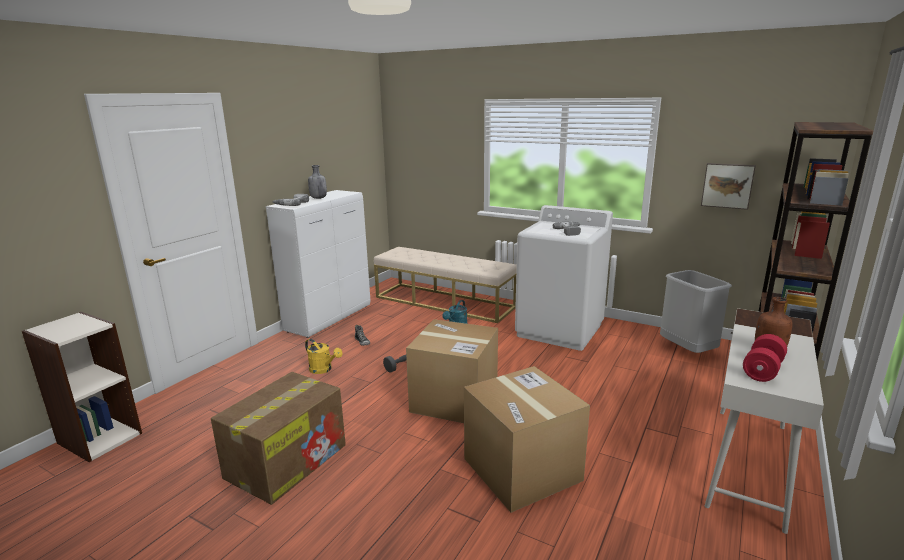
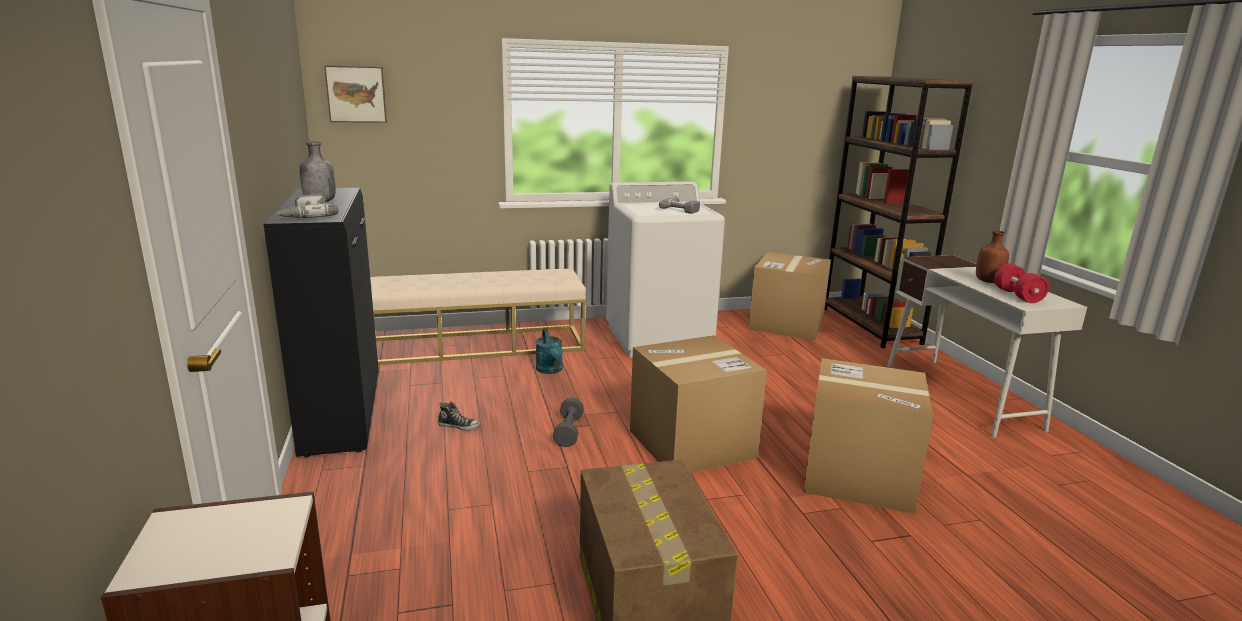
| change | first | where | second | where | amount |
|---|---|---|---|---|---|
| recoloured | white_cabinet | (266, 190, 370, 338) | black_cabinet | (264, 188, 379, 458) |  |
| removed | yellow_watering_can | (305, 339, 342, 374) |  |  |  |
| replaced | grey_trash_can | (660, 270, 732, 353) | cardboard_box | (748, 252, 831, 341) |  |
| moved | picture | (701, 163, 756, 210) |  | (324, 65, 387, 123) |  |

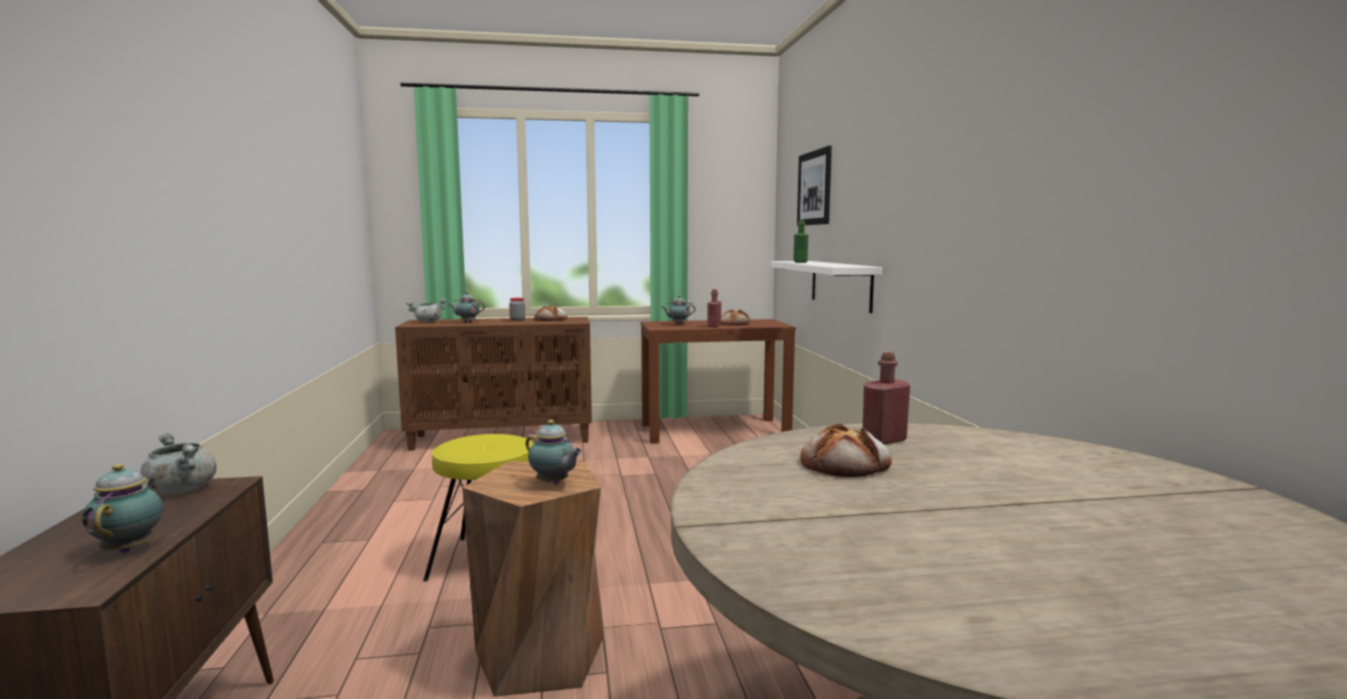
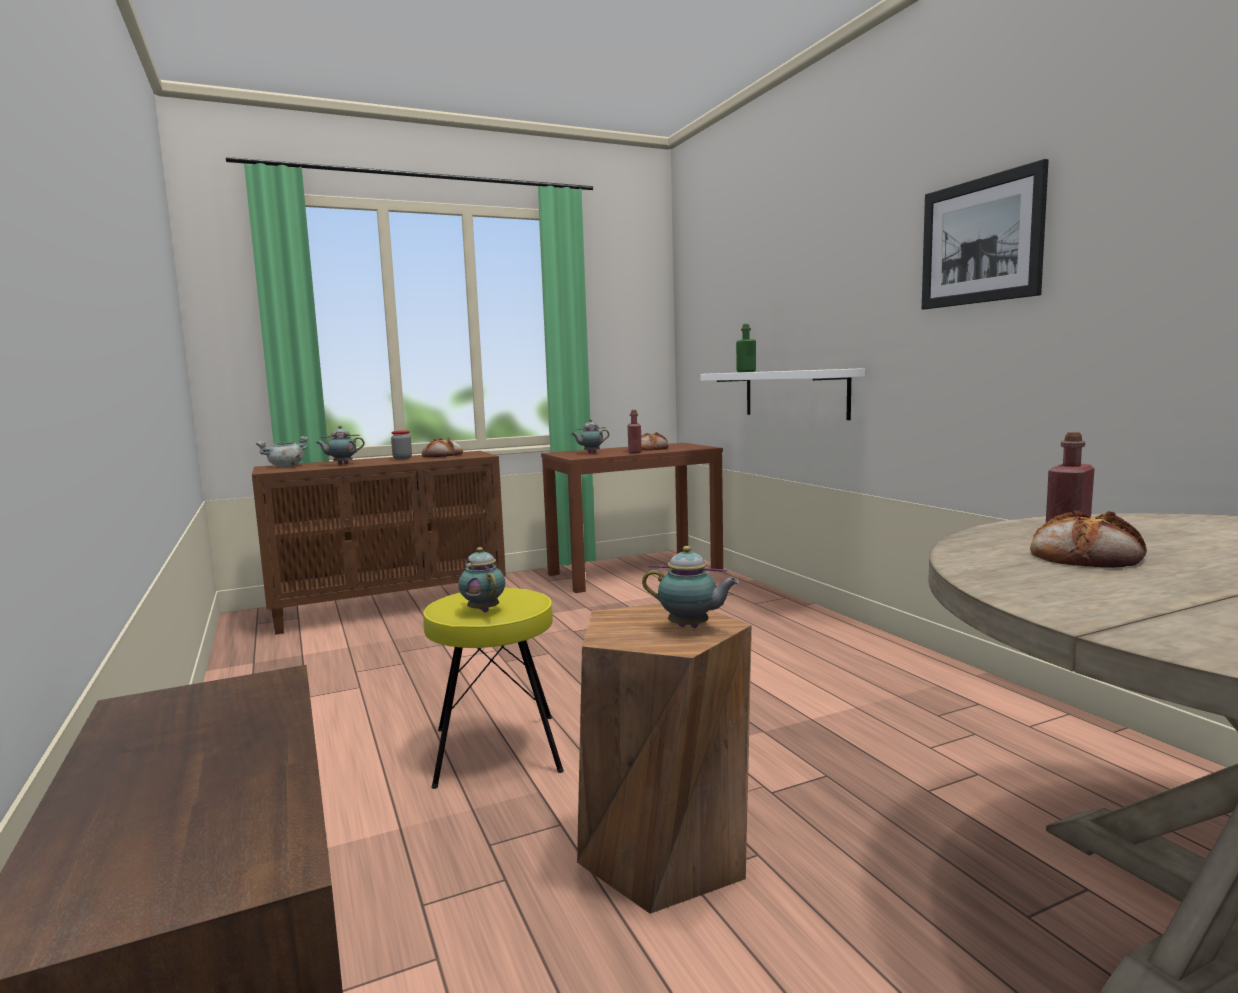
| change | first | where | second | where | amount |
|---|---|---|---|---|---|
| moved | teapot | (82, 464, 163, 553) |  | (458, 547, 505, 612) |  |
| removed | grey_cooking_pot | (140, 433, 217, 494) |  |  |  |
| moved | picture | (797, 146, 832, 226) |  | (922, 159, 1049, 309) |  |

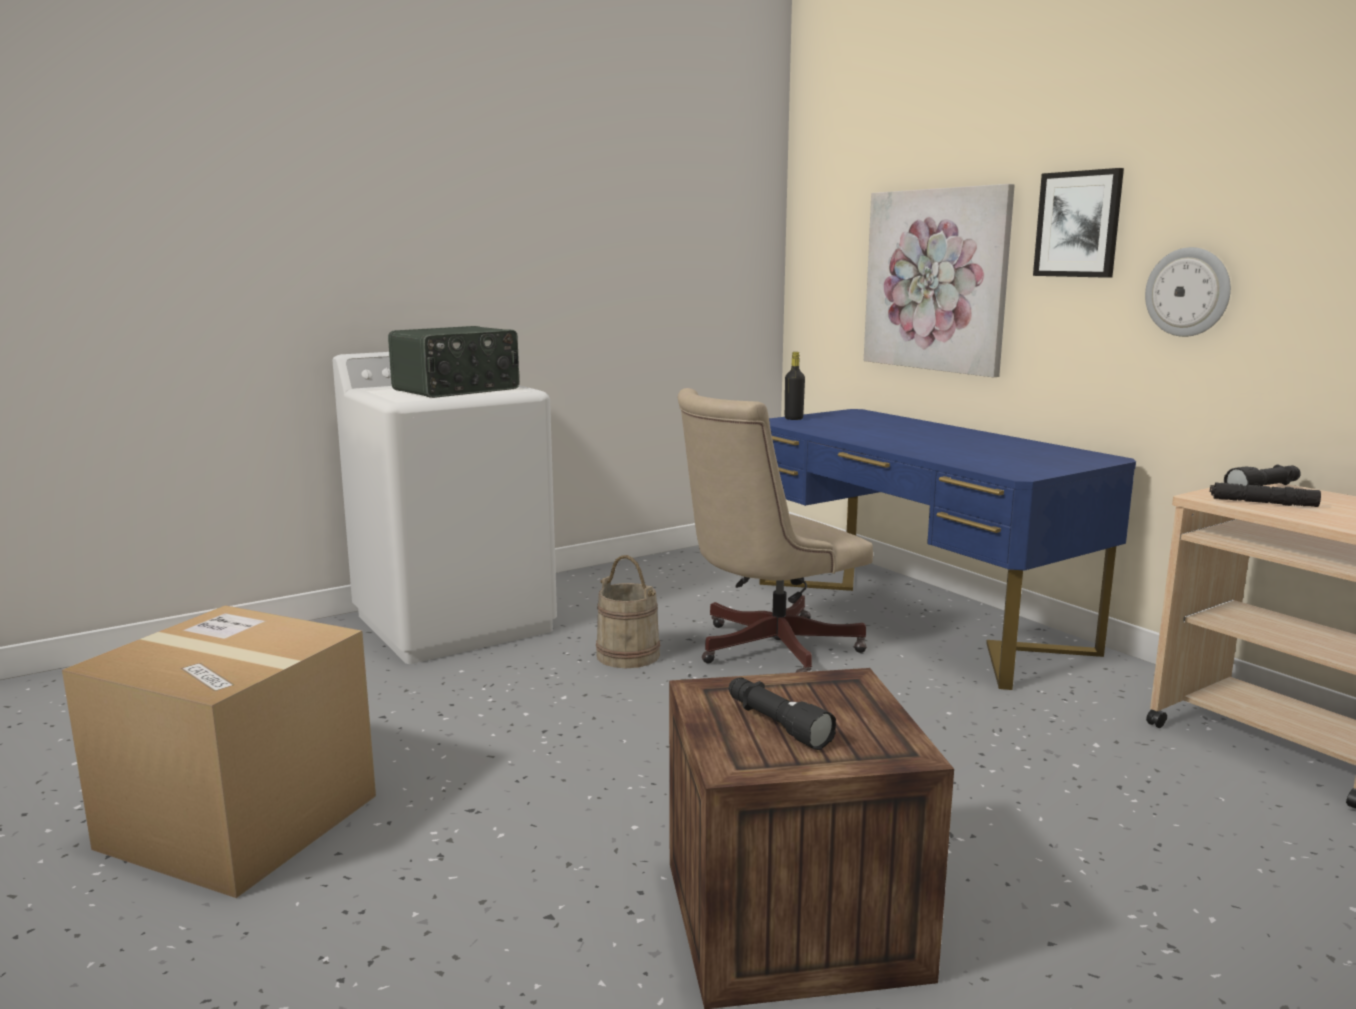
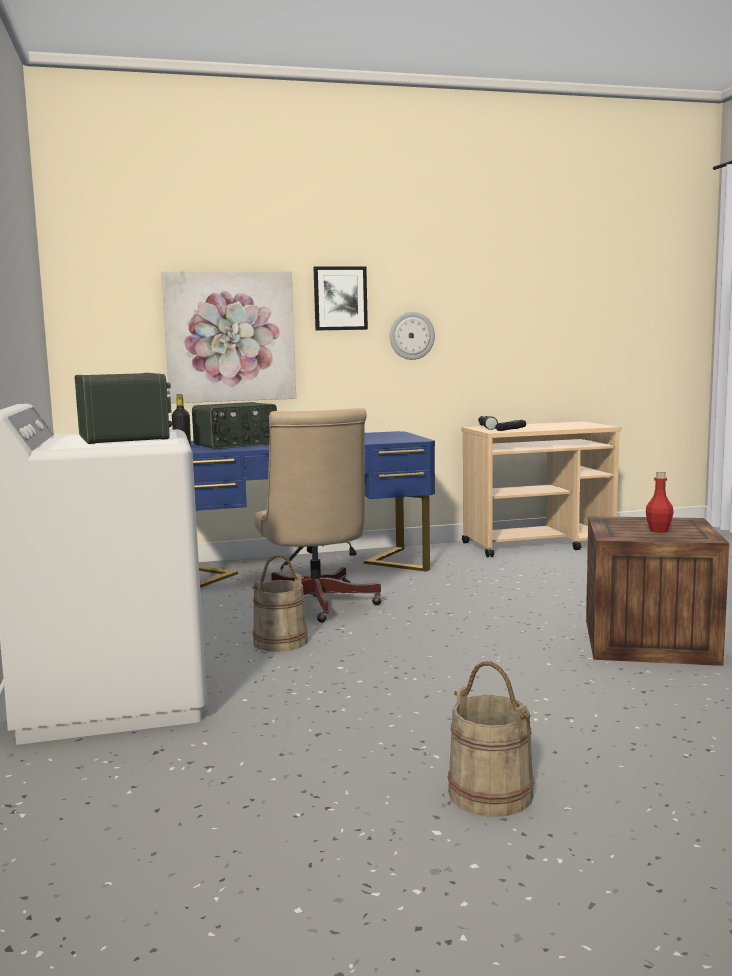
| change | first | where | second | where | amount |
|---|---|---|---|---|---|
| replaced | cardboard_box | (62, 605, 376, 898) | beige_bucket | (448, 661, 534, 817) |  |
| replaced | black_flashlight | (729, 677, 836, 750) | red_bottle | (646, 471, 674, 533) |  |
| added |  |  | radio | (192, 402, 277, 449) |  |

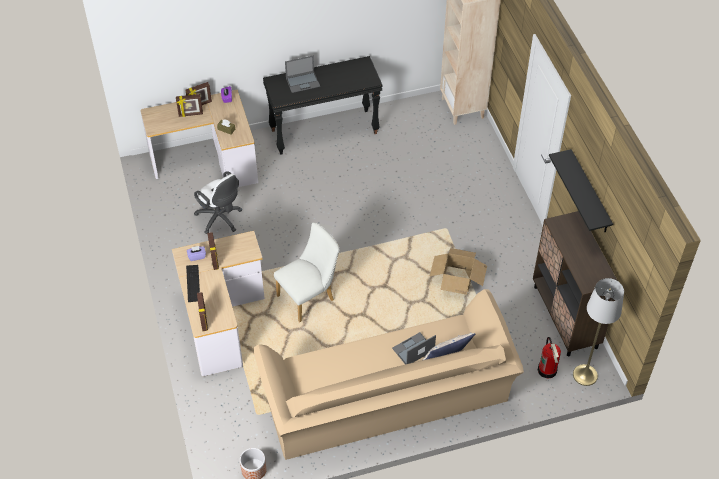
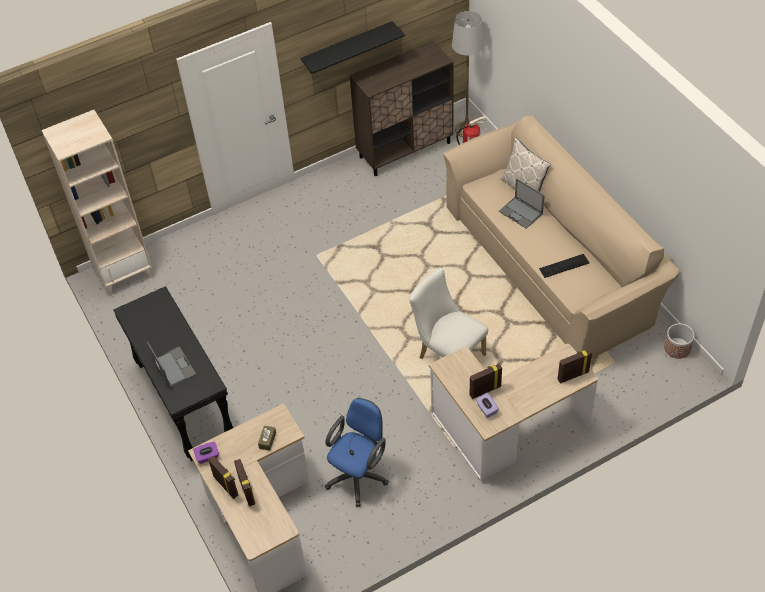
| change | first | where | second | where | amount |
|---|---|---|---|---|---|
| moved | keyboard | (186, 265, 200, 302) |  | (539, 254, 590, 278) |  |
| recoloured | white_office_chair | (194, 171, 242, 235) | blue_office_chair | (325, 398, 389, 507) |  |
| removed | cardboard_box | (430, 248, 487, 295) |  |  |  |

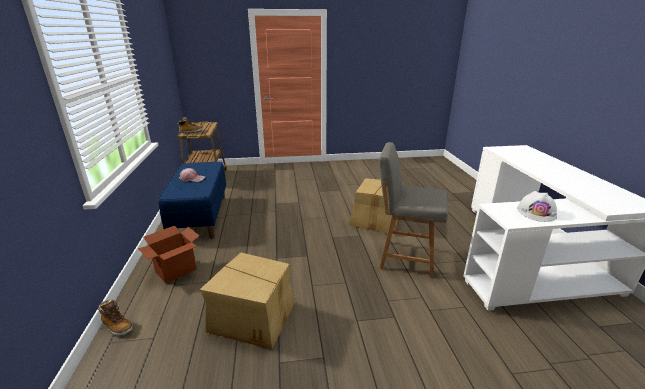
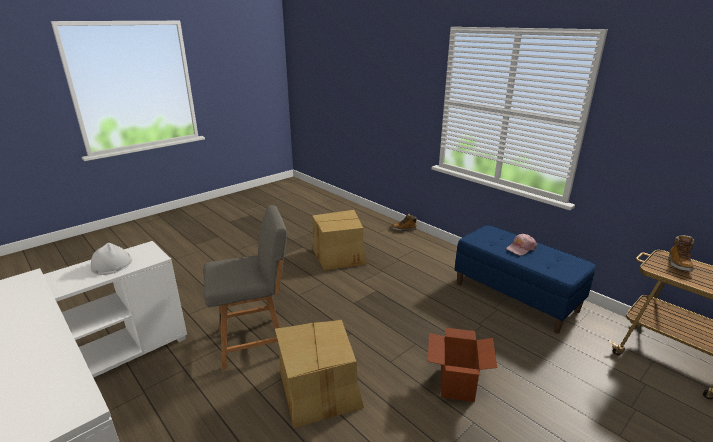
| change | first | where | second | where | amount |
|---|---|---|---|---|---|
| moved | cardboard_box | (138, 226, 199, 283) |  | (428, 328, 497, 402) |  |

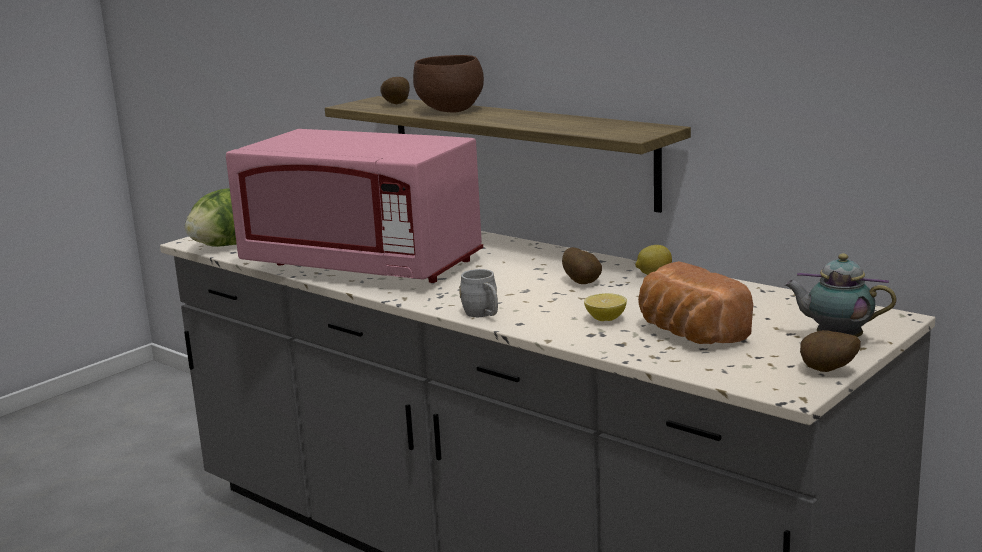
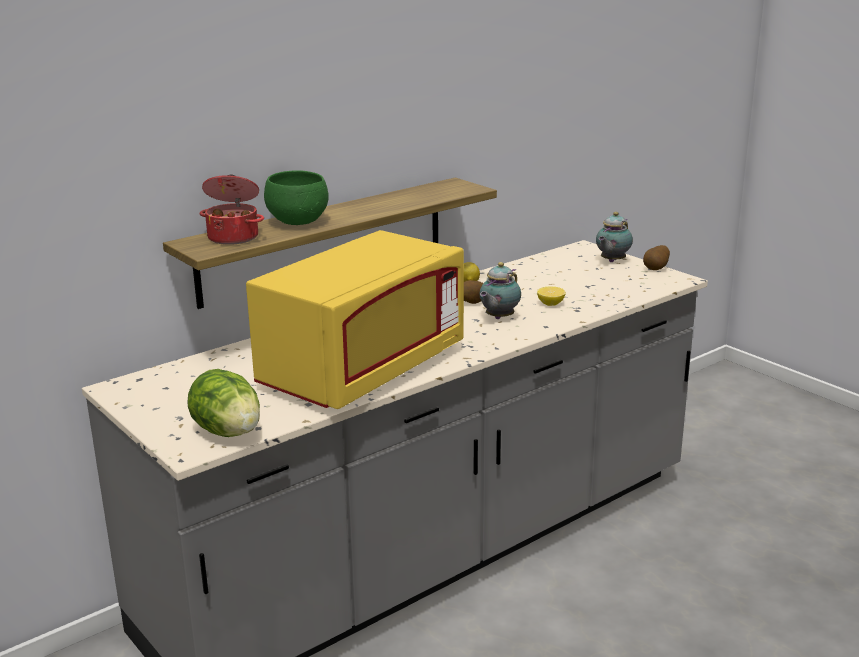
| change | first | where | second | where | amount |
|---|---|---|---|---|---|
| recoloured | pink_microwave | (226, 129, 483, 283) | yellow_microwave | (246, 230, 464, 409) |  |
| replaced | potato | (380, 77, 410, 104) | cooking_pot | (200, 175, 264, 245) |  |
| recoloured | brown_bowl | (413, 55, 484, 112) | green_bowl | (264, 170, 329, 225) |  |
| removed | grey_mug | (459, 269, 498, 317) |  |  |  |
| removed | bread | (638, 261, 753, 344) |  |  |  |
| added |  |  | teapot | (479, 262, 521, 319) |  |

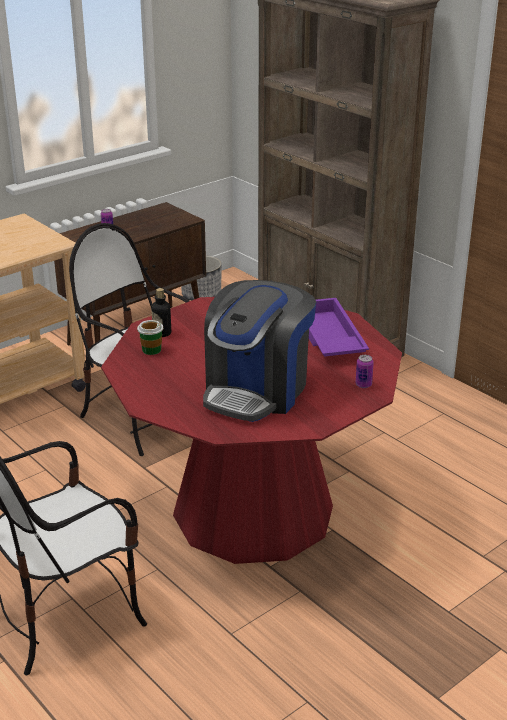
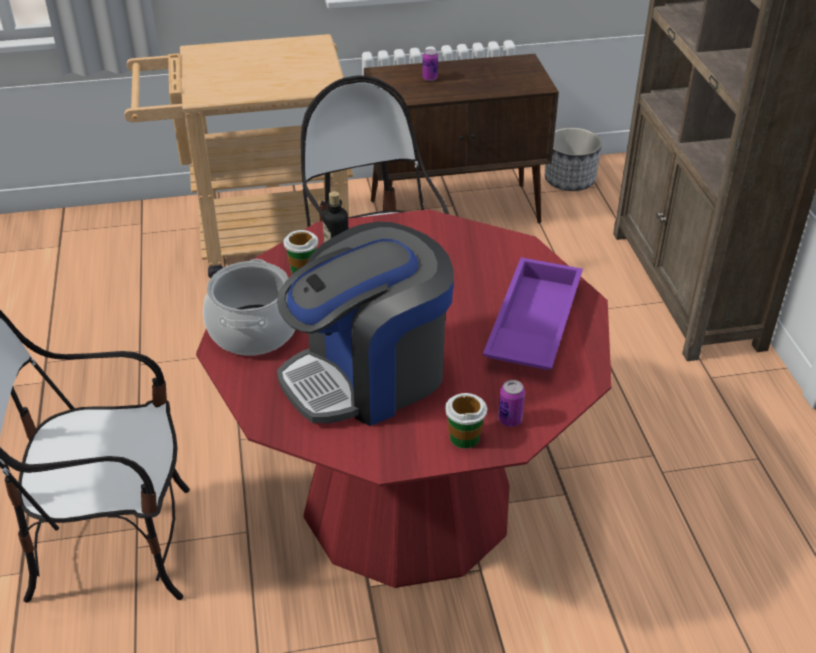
| change | first | where | second | where | amount |
|---|---|---|---|---|---|
| added |  |  | cooking_pot | (203, 259, 296, 356) |  |
| added |  |  | cup | (445, 393, 487, 449) |  |

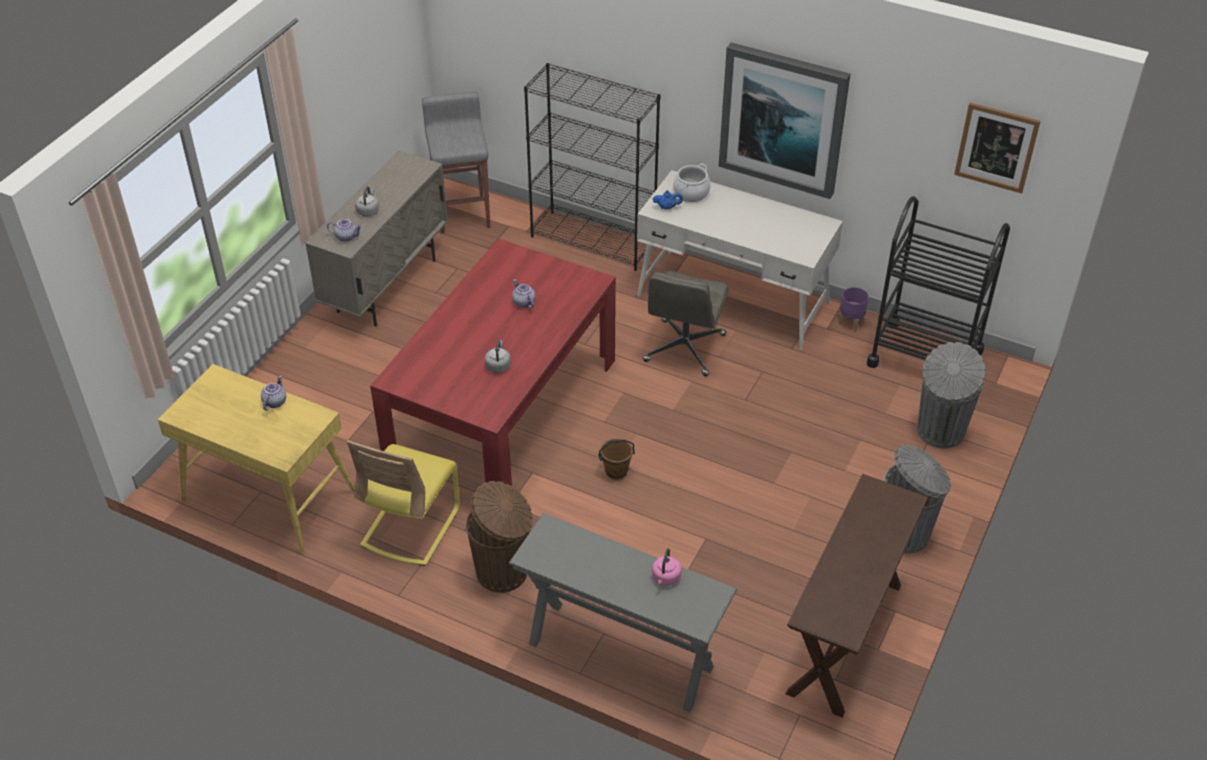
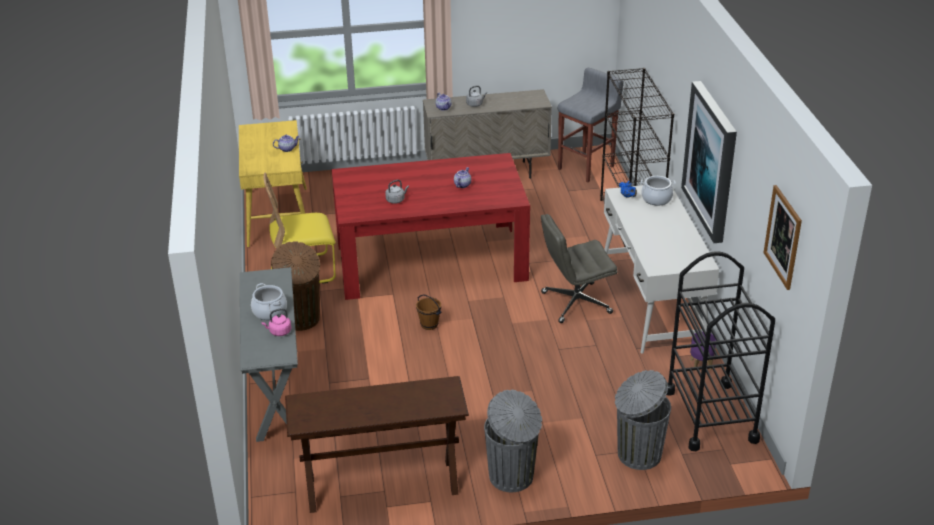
| change | first | where | second | where | amount |
|---|---|---|---|---|---|
| added |  |  | cooking_pot | (251, 283, 287, 320) |  |

